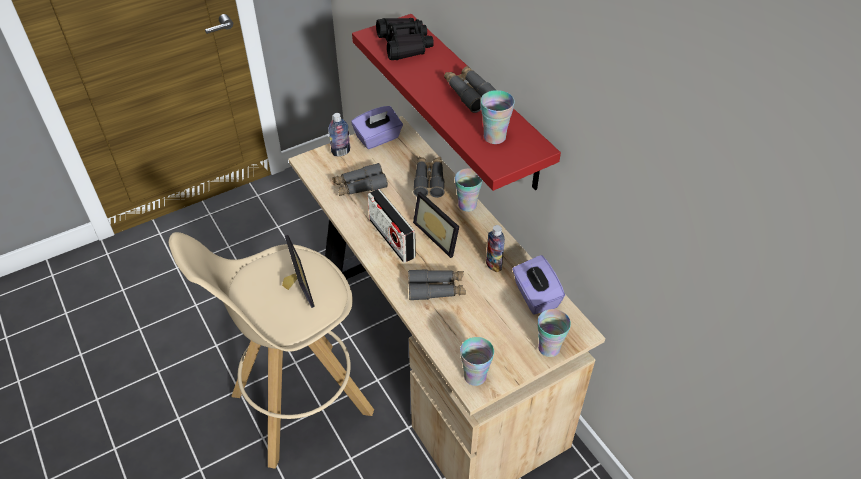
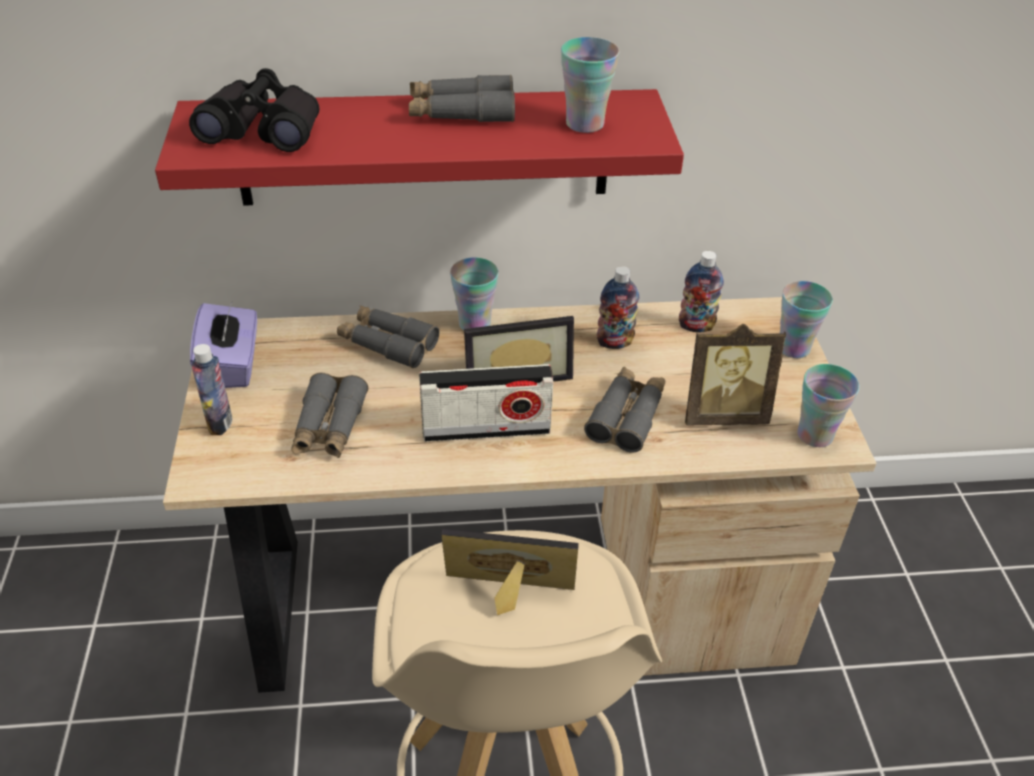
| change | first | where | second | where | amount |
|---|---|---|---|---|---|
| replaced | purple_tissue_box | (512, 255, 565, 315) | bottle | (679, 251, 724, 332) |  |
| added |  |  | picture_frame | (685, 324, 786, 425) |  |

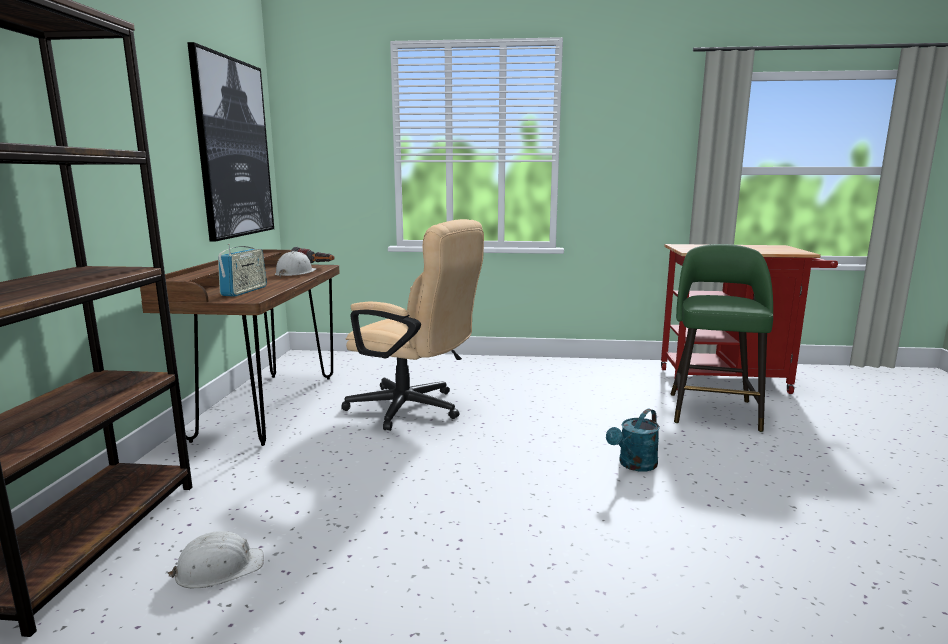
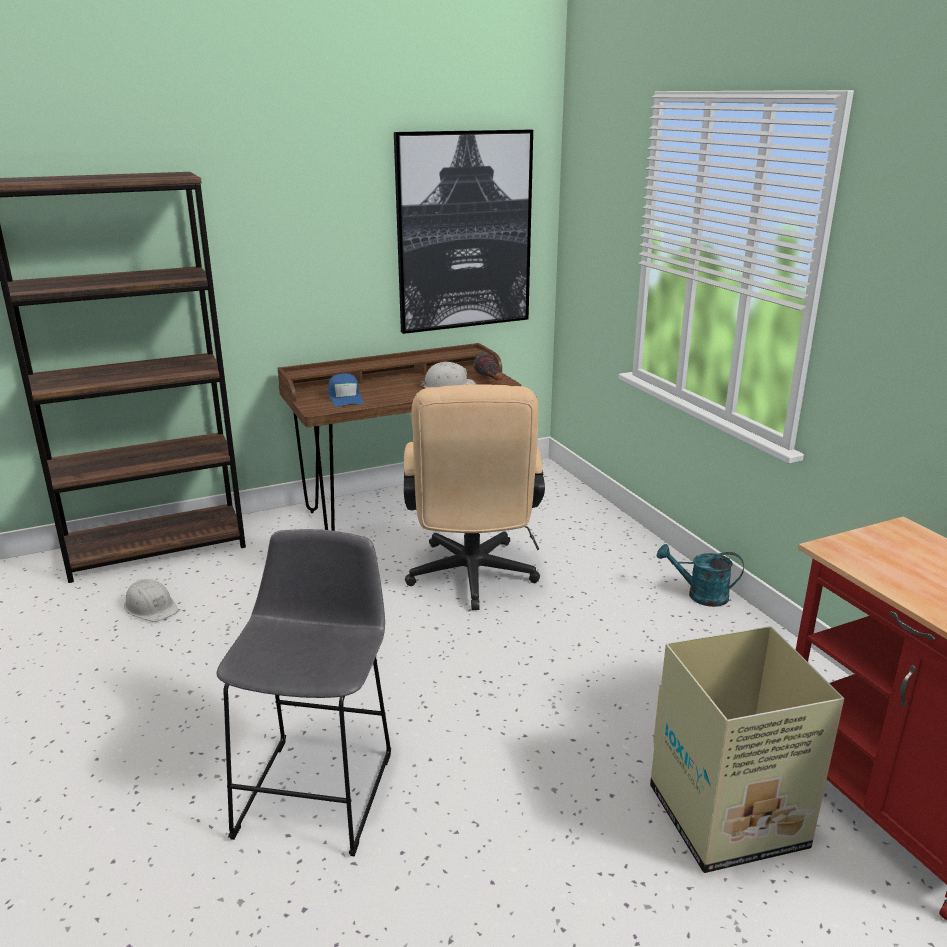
| change | first | where | second | where | amount |
|---|---|---|---|---|---|
| replaced | radio | (218, 244, 267, 297) | blue_cap | (328, 373, 364, 407) |  |
| moved | turquoise_watering_can | (606, 408, 660, 471) |  | (657, 544, 744, 607) |  |
| replaced | green_stool | (670, 244, 773, 432) | cardboard_box | (650, 626, 844, 873) |  |
| added |  |  | grey_stool | (216, 529, 391, 856) |  |

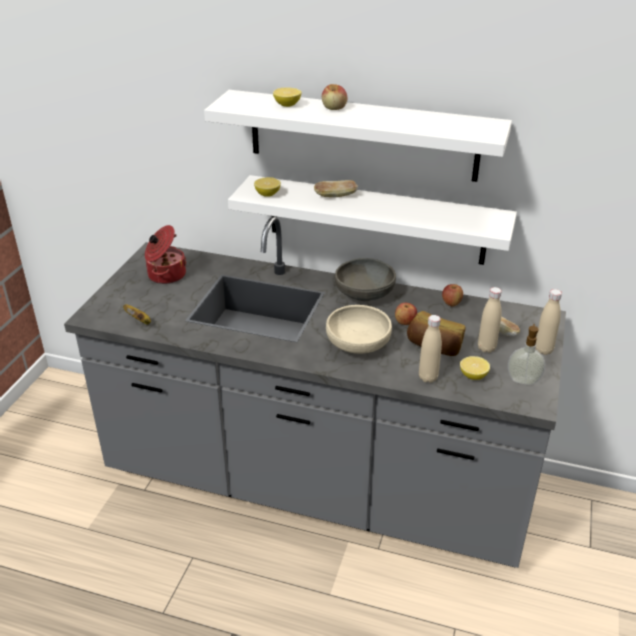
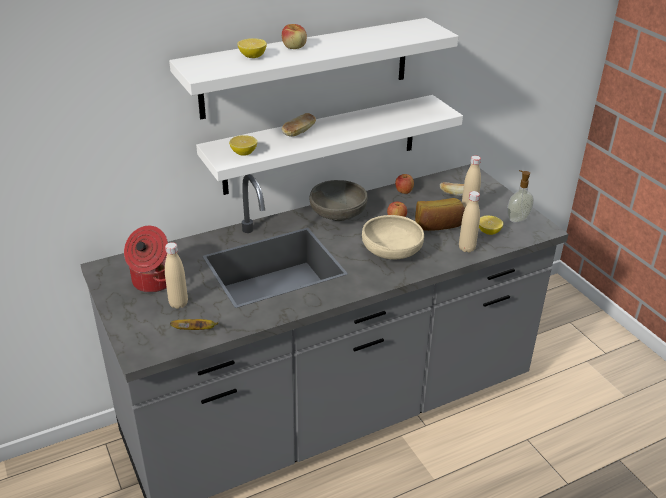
| change | first | where | second | where | amount |
|---|---|---|---|---|---|
| moved | beige_bottle | (535, 289, 562, 355) |  | (165, 242, 188, 309) |  |

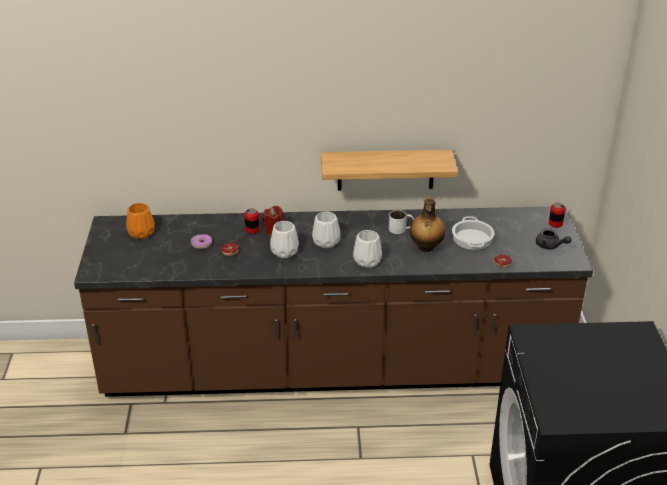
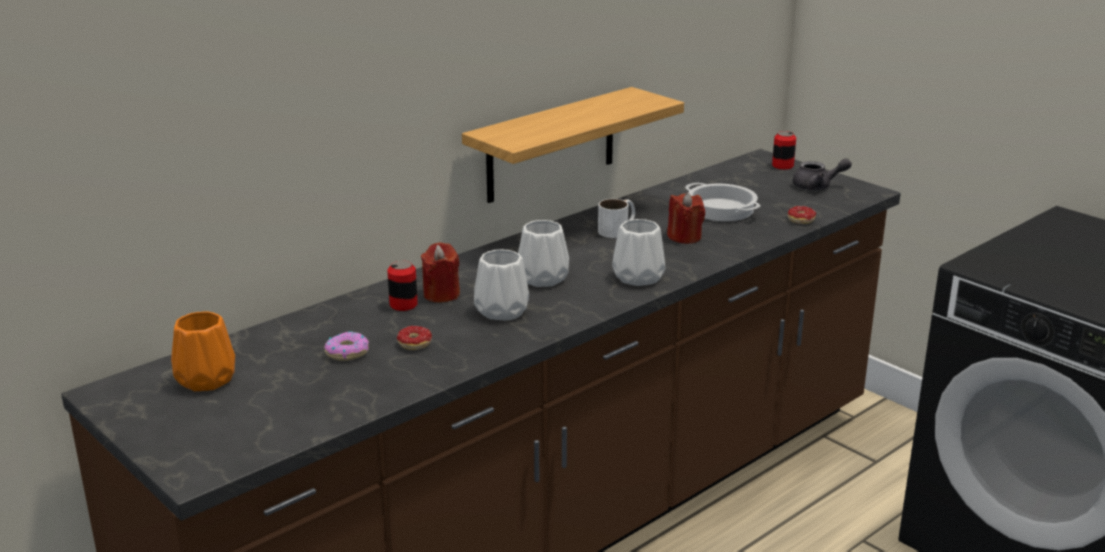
| change | first | where | second | where | amount |
|---|---|---|---|---|---|
| replaced | bottle | (409, 198, 445, 252) | red_candle | (667, 192, 705, 244) |  |

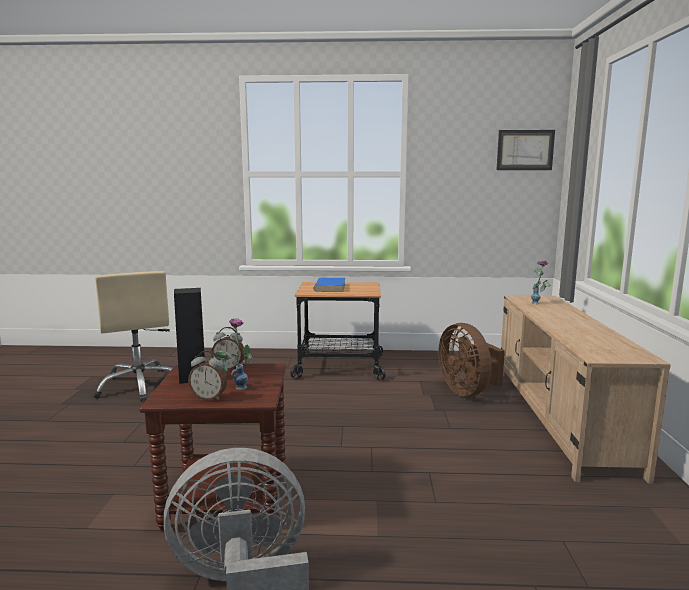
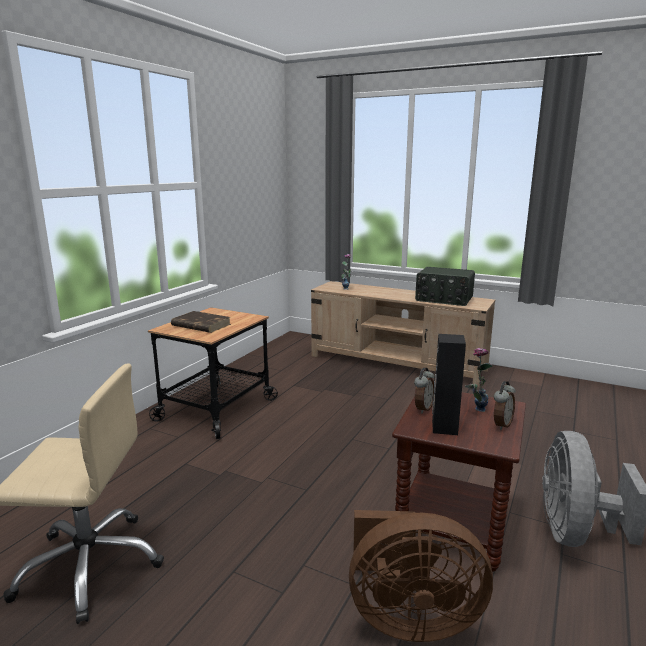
| change | first | where | second | where | amount |
|---|---|---|---|---|---|
| recoloured | blue_book | (313, 278, 345, 292) | brown_book | (171, 311, 231, 333) |  |
| moved | brown_fan | (439, 323, 505, 397) |  | (349, 510, 493, 642) |  |
| removed | picture | (497, 130, 555, 170) |  |  |  |
| added |  |  | radio | (415, 267, 475, 306) |  |

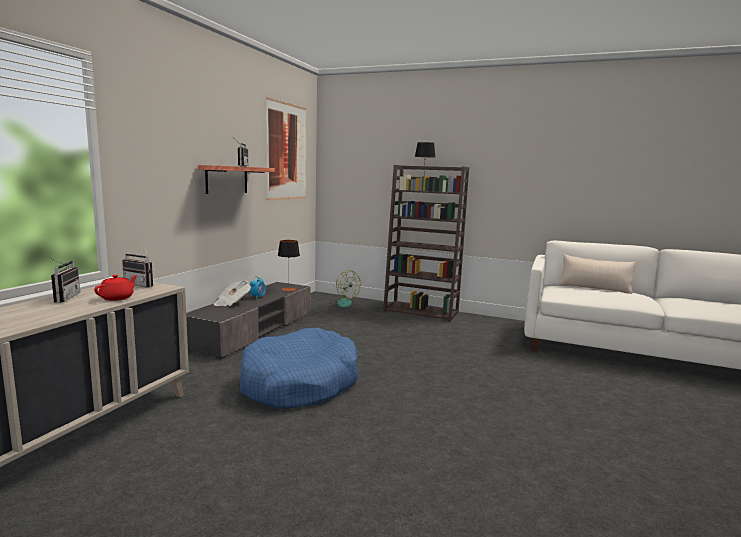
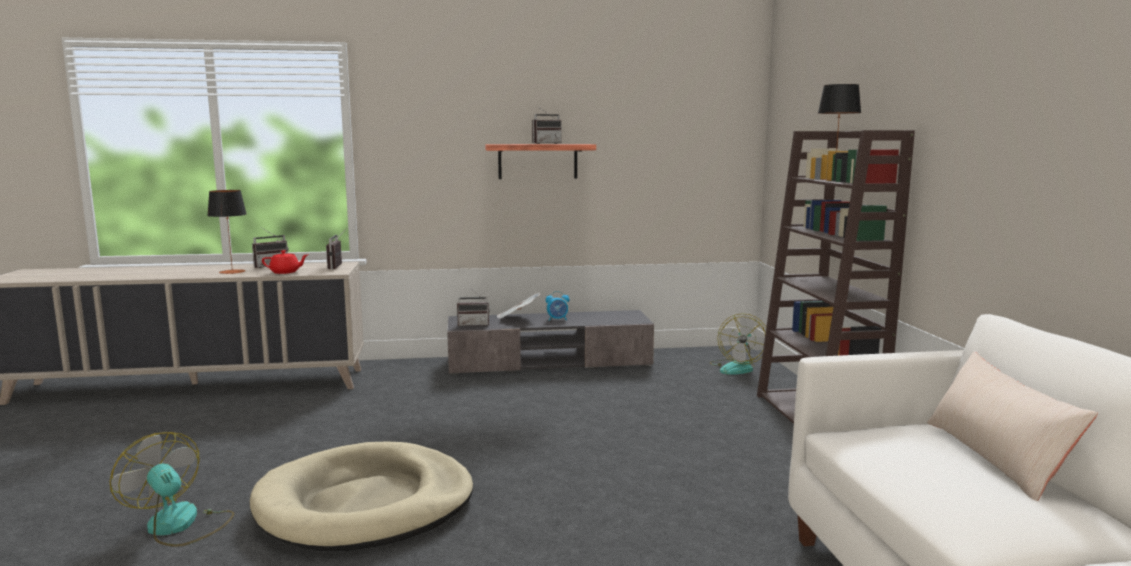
| change | first | where | second | where | amount |
|---|---|---|---|---|---|
| removed | blue_dog_bed | (240, 328, 358, 409) |  |  |  |
| removed | picture | (266, 97, 307, 200) |  |  |  |
| moved | table_lamp | (278, 240, 300, 292) |  | (207, 190, 246, 274) |  |
| added |  |  | fan | (110, 432, 234, 547) |  |
| added |  |  | beige_dog_bed | (250, 442, 473, 551) |  |
| added |  |  | radio | (457, 290, 490, 327) |  |

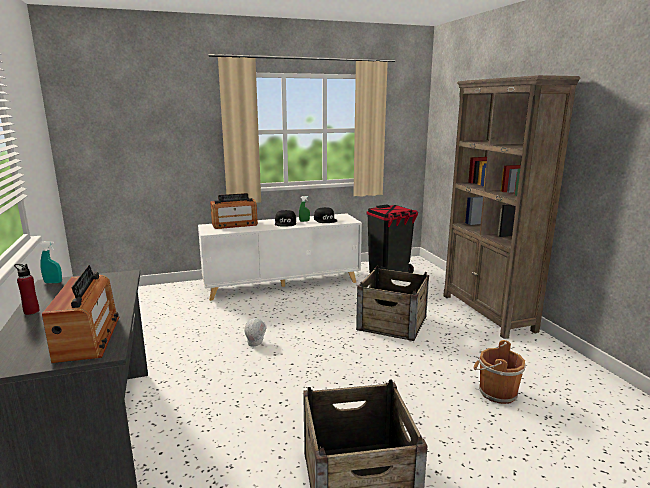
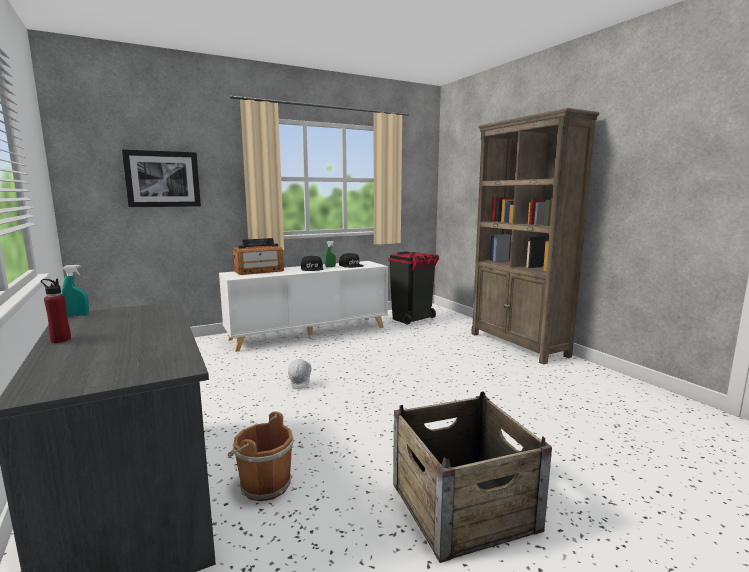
| change | first | where | second | where | amount |
|---|---|---|---|---|---|
| removed | radio | (42, 265, 119, 363) |  |  |  |
| removed | crate | (356, 265, 429, 341) |  |  |  |
| moved | brown_bucket | (474, 340, 526, 404) |  | (228, 411, 293, 501) |  |
| added |  |  | picture | (122, 149, 201, 207) |  |

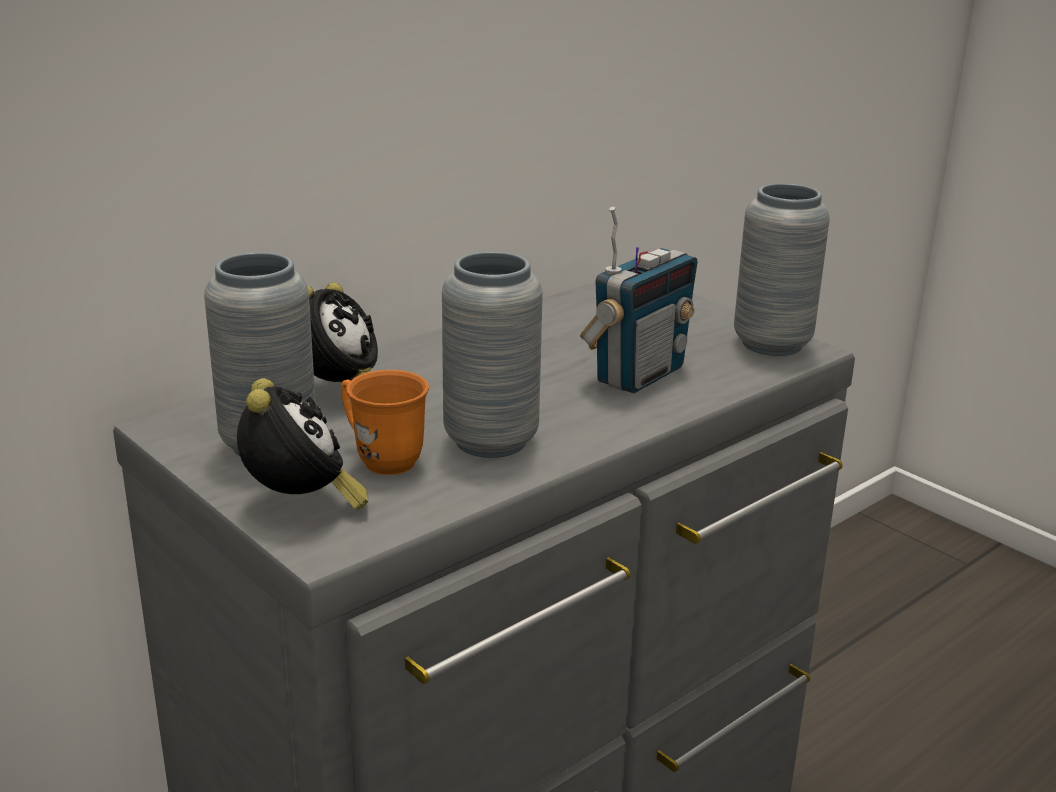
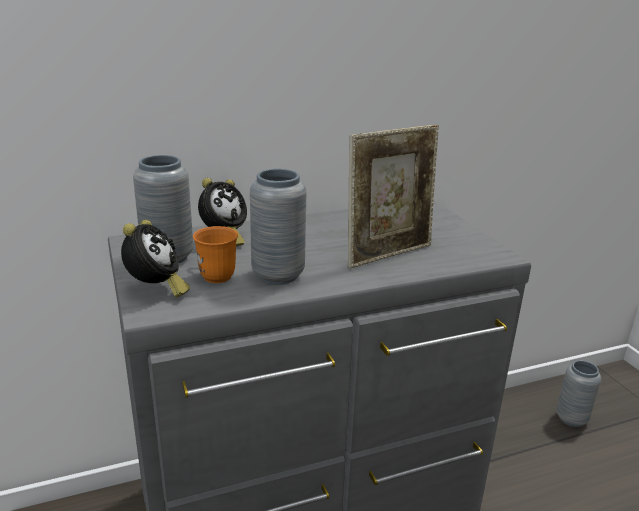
| change | first | where | second | where | amount |
|---|---|---|---|---|---|
| replaced | radio | (580, 207, 697, 393) | picture_frame | (348, 125, 439, 269) |  |
| moved | grey_vase | (734, 183, 830, 356) |  | (556, 360, 601, 427) |  |

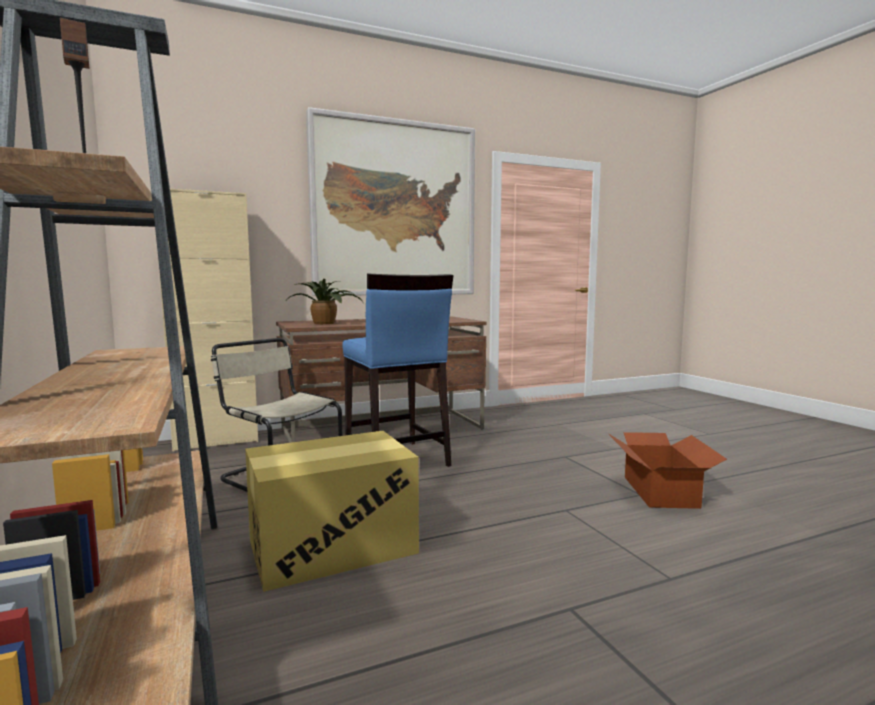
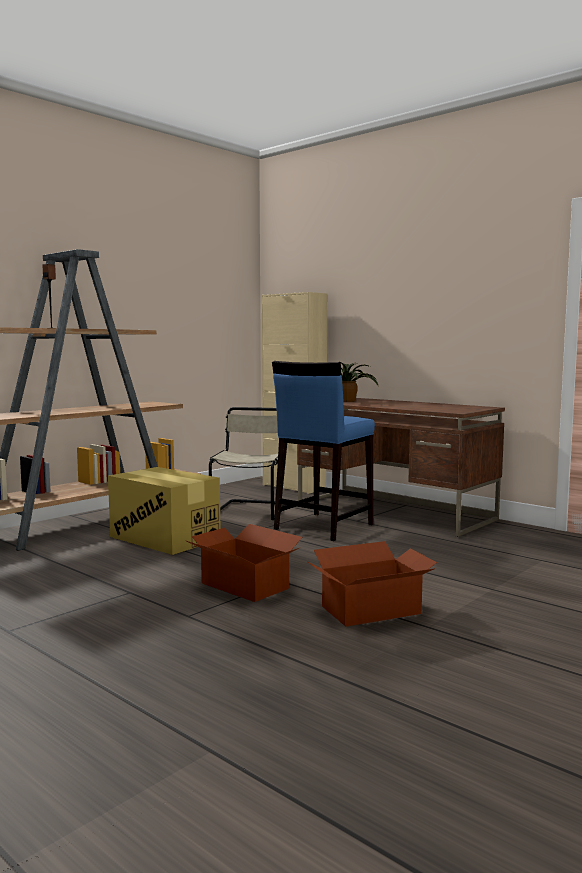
| change | first | where | second | where | amount |
|---|---|---|---|---|---|
| removed | picture | (306, 107, 475, 296) |  |  |  |
| added |  |  | cardboard_box | (187, 524, 302, 602) |  |

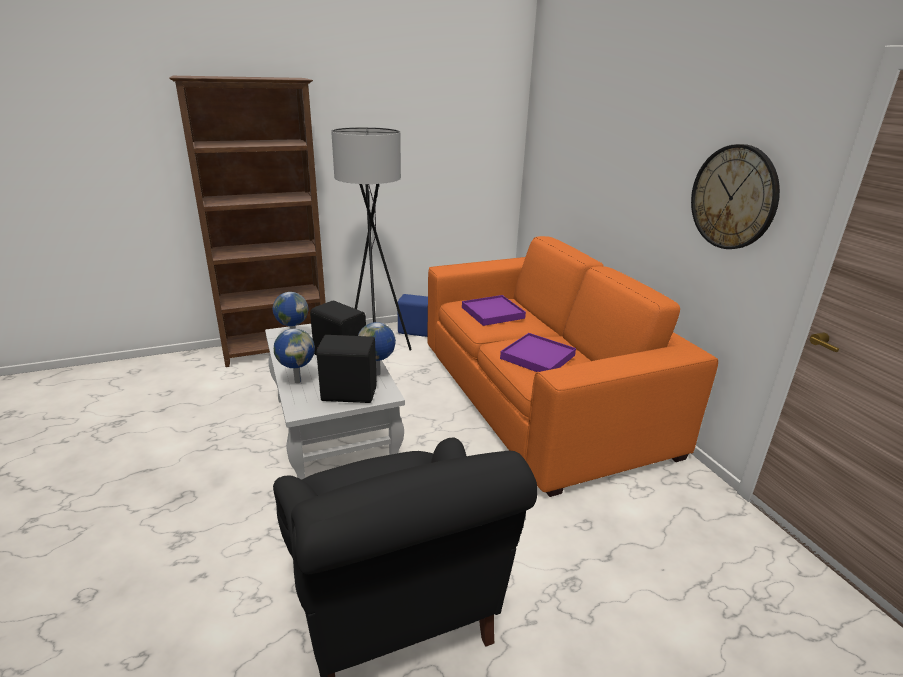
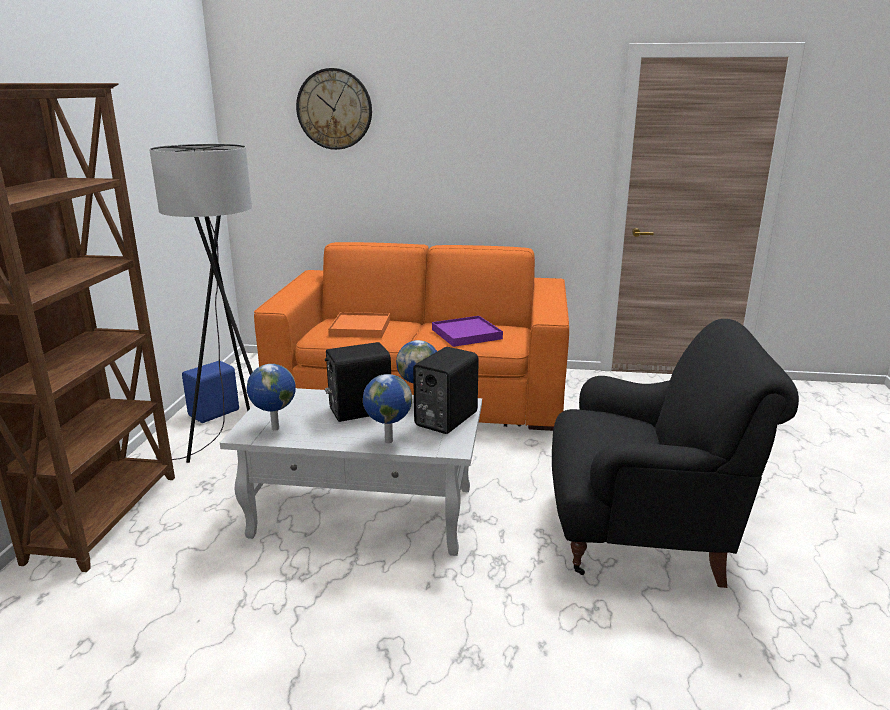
| change | first | where | second | where | amount |
|---|---|---|---|---|---|
| recoloured | purple_tray | (462, 295, 526, 326) | orange_tray | (328, 312, 390, 338) |  |
| moved | wall_clock | (691, 144, 780, 249) |  | (296, 68, 372, 150) |  |

